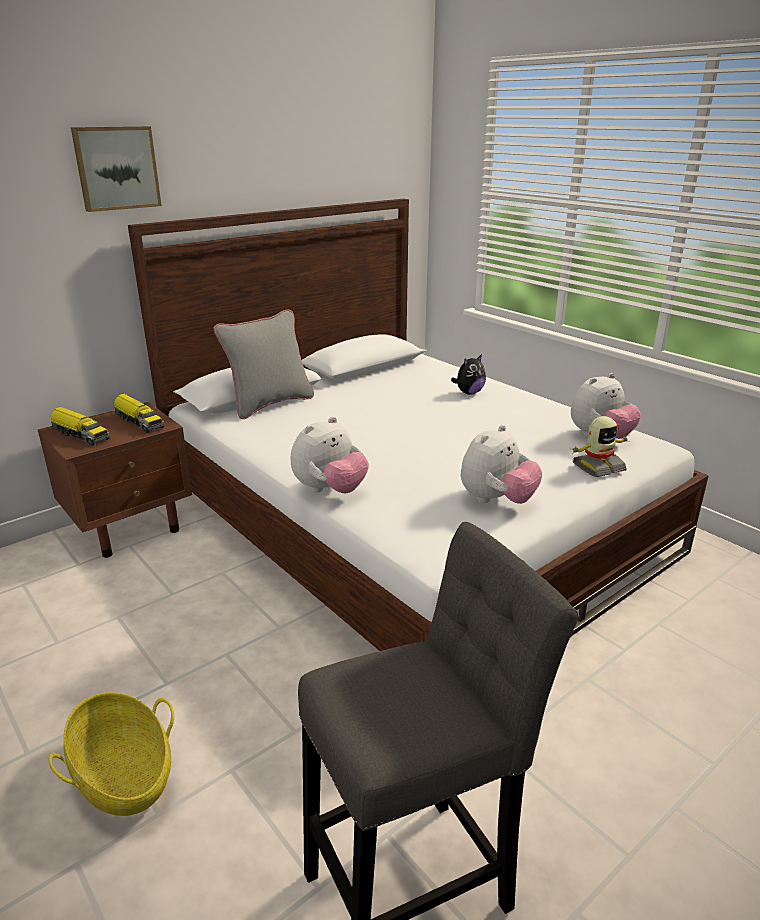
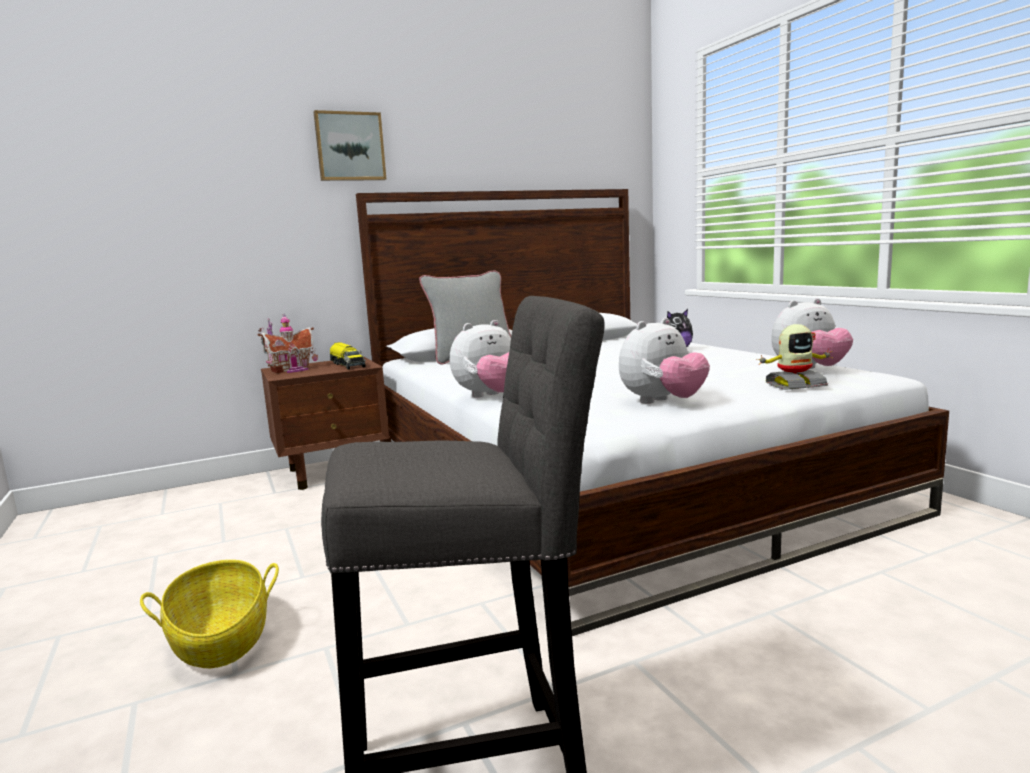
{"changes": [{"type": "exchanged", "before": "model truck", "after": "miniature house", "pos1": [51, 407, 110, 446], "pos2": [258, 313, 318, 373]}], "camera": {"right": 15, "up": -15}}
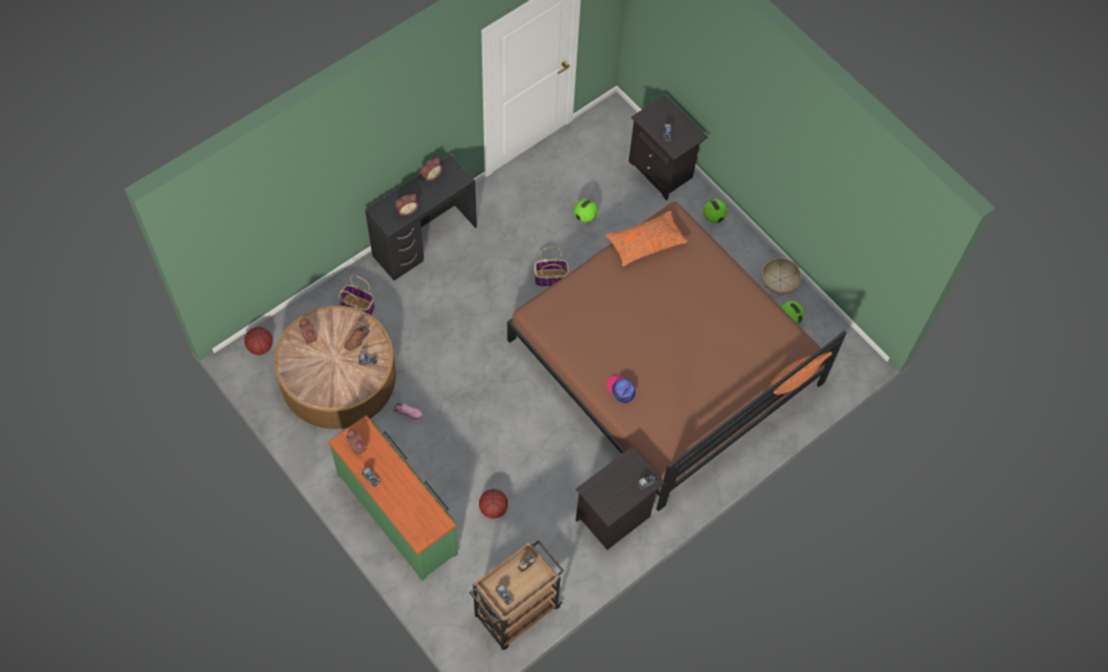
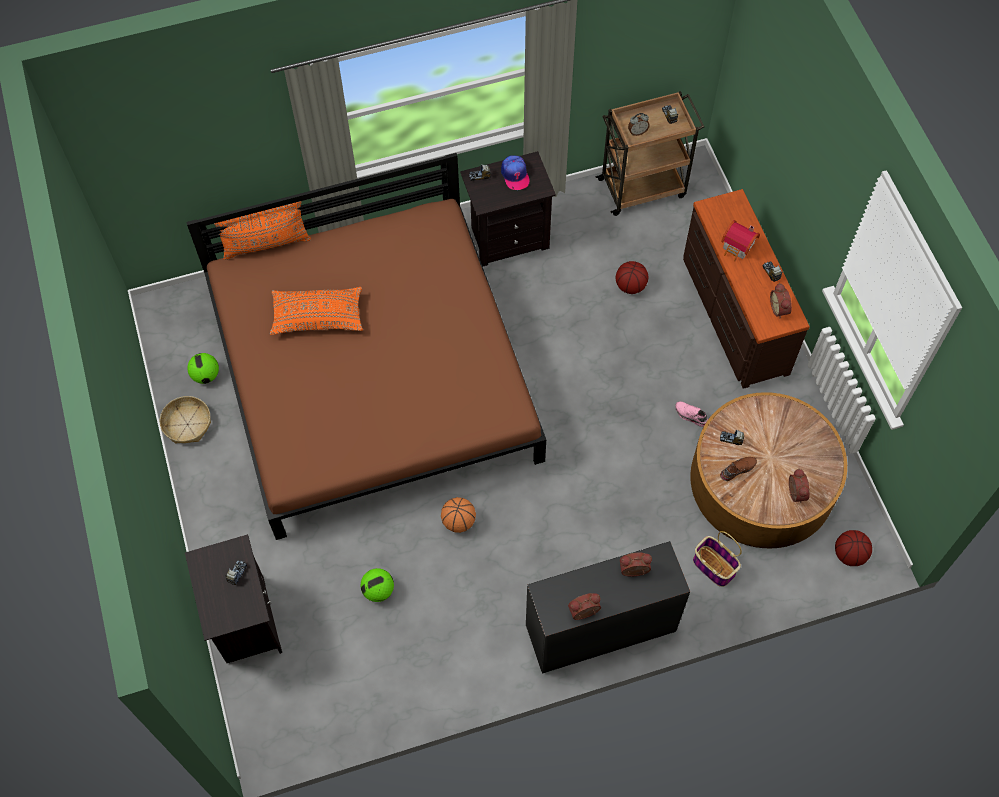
{"changes": [{"type": "missing", "before": "football", "pos1": [703, 199, 727, 223]}, {"type": "appeared", "after": "miniature house", "pos2": [721, 220, 760, 262]}, {"type": "relocated", "before": "orangey throw pillow", "pos1": [606, 211, 688, 266], "pos2": [270, 287, 363, 335]}, {"type": "relocated", "before": "peaked cap", "pos1": [606, 375, 635, 403], "pos2": [501, 155, 530, 190]}, {"type": "exchanged", "before": "basket", "after": "basketball ball", "pos1": [534, 247, 569, 287], "pos2": [441, 497, 476, 533]}, {"type": "colour", "before": "green chest of drawers", "after": "brown-coloured chest of drawers", "pos1": [328, 415, 458, 581], "pos2": [683, 189, 810, 389]}], "camera": {"right": -155, "up": 0}}
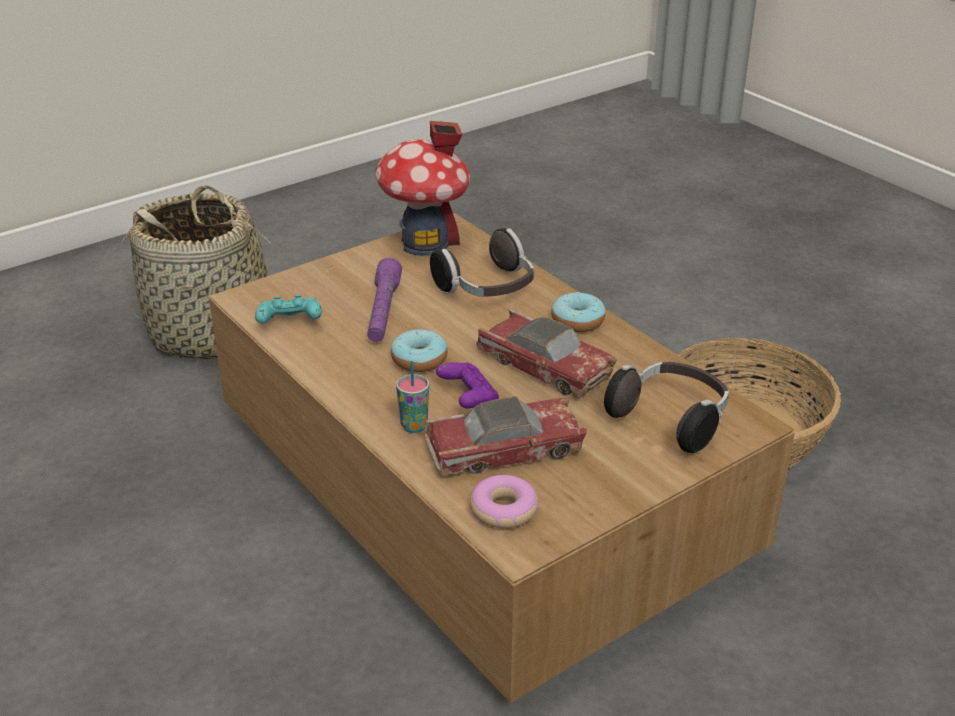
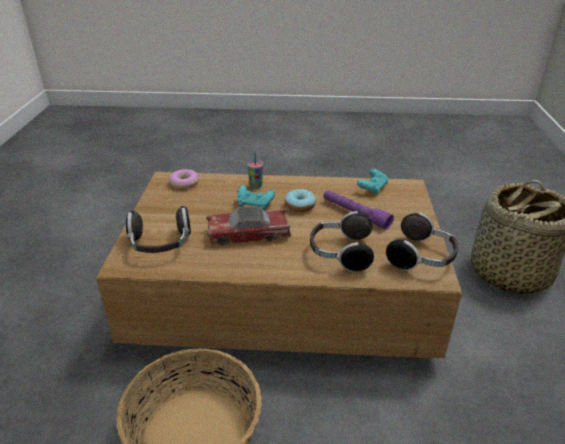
{"changes": [{"type": "missing", "before": "miniature car", "pos1": [425, 396, 587, 476]}, {"type": "missing", "before": "doughnut", "pos1": [551, 292, 605, 332]}, {"type": "exchanged", "before": "miniature house", "after": "headset", "pos1": [375, 121, 470, 256], "pos2": [386, 213, 458, 271]}, {"type": "colour", "before": "purplish game controller", "after": "blue-green game controller", "pos1": [436, 362, 499, 408], "pos2": [237, 186, 275, 210]}], "camera": {"right": 130, "up": 0}}
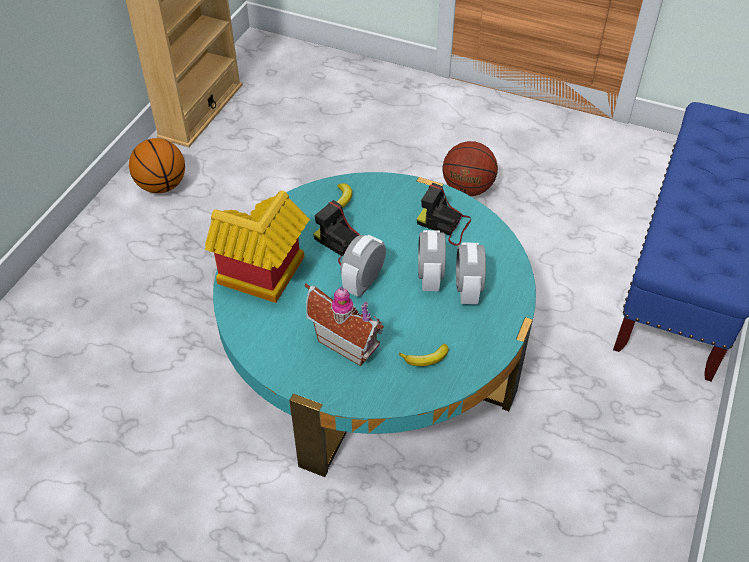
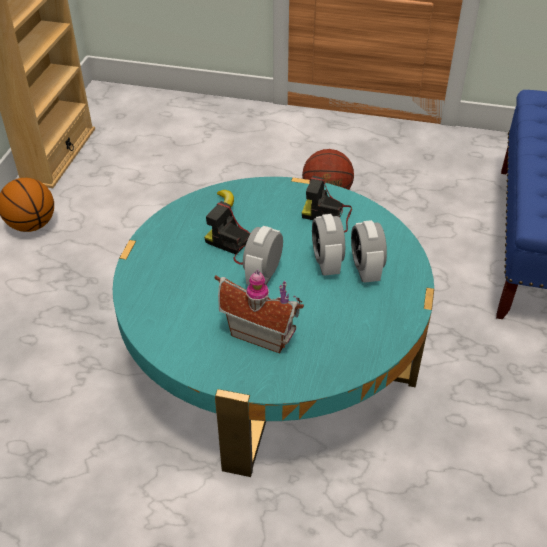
{"changes": [{"type": "missing", "before": "miniature house", "pos1": [205, 190, 310, 303]}, {"type": "missing", "before": "banana", "pos1": [399, 344, 449, 366]}], "camera": {"right": -10, "up": -5}}
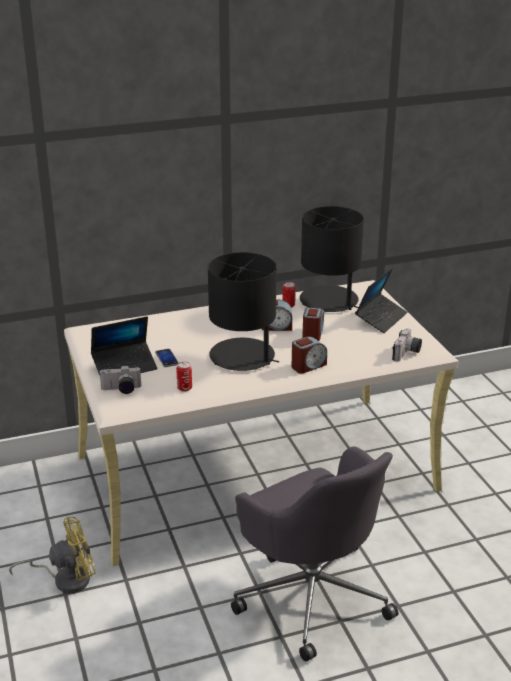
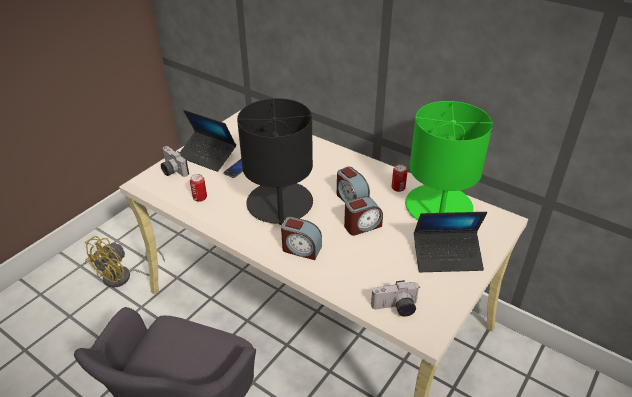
{"changes": [{"type": "colour", "before": "blackish table lamp", "after": "green table lamp", "pos1": [300, 206, 364, 312], "pos2": [405, 101, 493, 220]}, {"type": "spun", "before": "yellowish cooling fan", "pos1": [9, 517, 96, 593], "pos2": [85, 236, 165, 288], "turn": 90}], "camera": {"right": 55, "up": 10}}
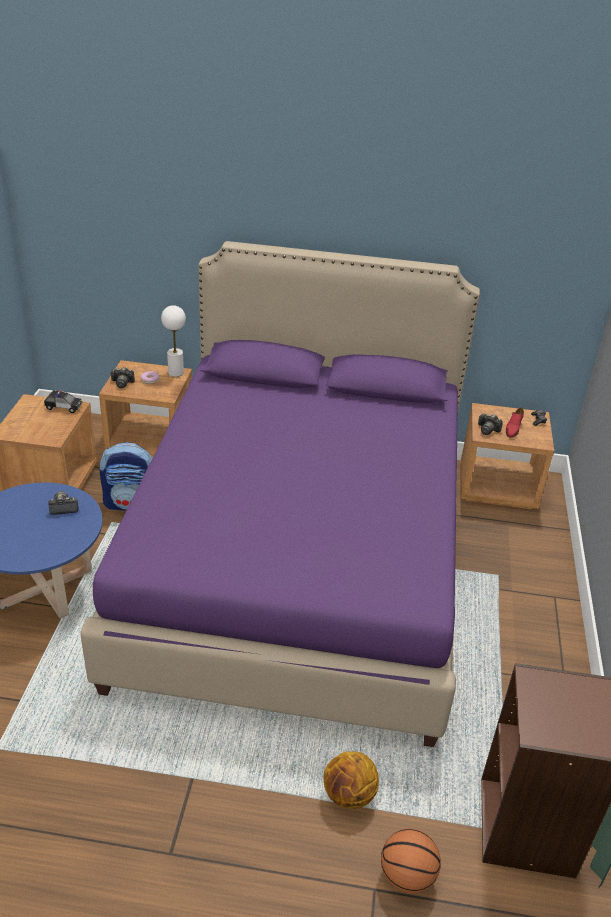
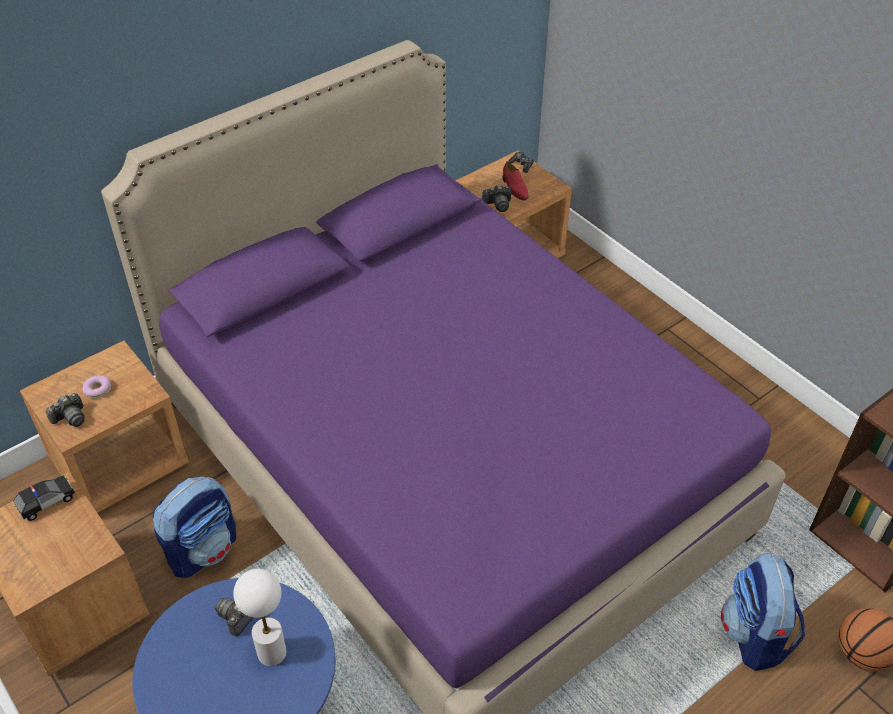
{"changes": [{"type": "relocated", "before": "whitish table lamp", "pos1": [161, 305, 186, 377], "pos2": [233, 569, 287, 666]}, {"type": "exchanged", "before": "basketball ball", "after": "rucksack", "pos1": [324, 751, 379, 809], "pos2": [721, 553, 805, 671]}], "camera": {"right": -45, "up": 10}}
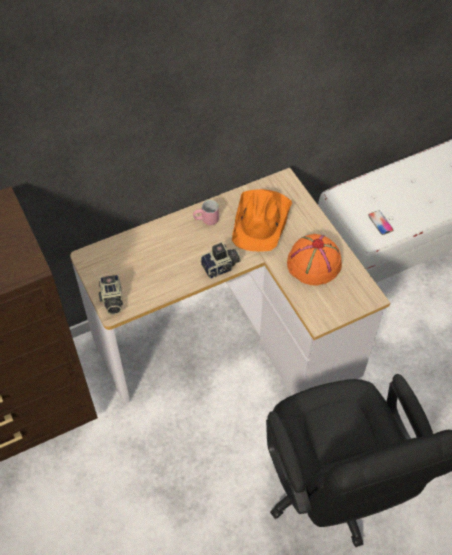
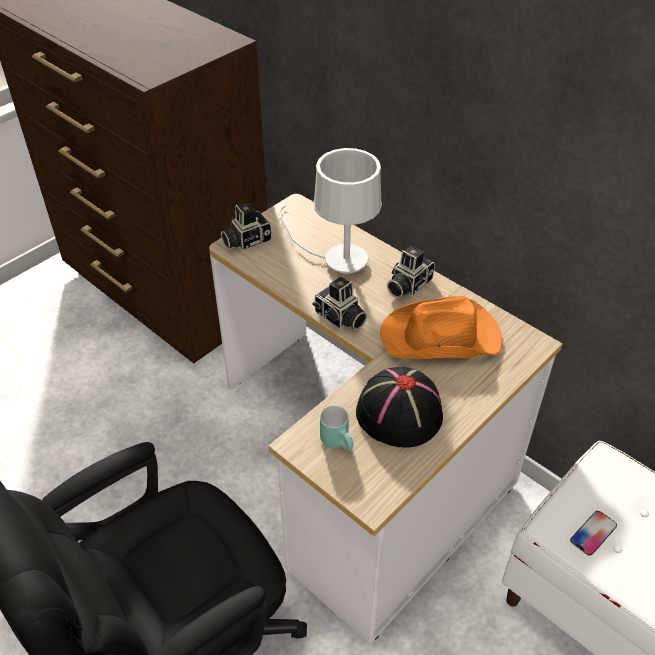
{"changes": [{"type": "appeared", "after": "whitish table lamp", "pos2": [279, 148, 382, 274]}, {"type": "appeared", "after": "blue-green tea mug", "pos2": [320, 406, 353, 451]}, {"type": "exchanged", "before": "pink-coloured tea mug", "after": "photo camera", "pos1": [193, 200, 219, 225], "pos2": [387, 246, 435, 298]}, {"type": "colour", "before": "orangey hat", "after": "blackish hat", "pos1": [287, 234, 342, 286], "pos2": [356, 367, 443, 448]}], "camera": {"right": 70, "up": -10}}
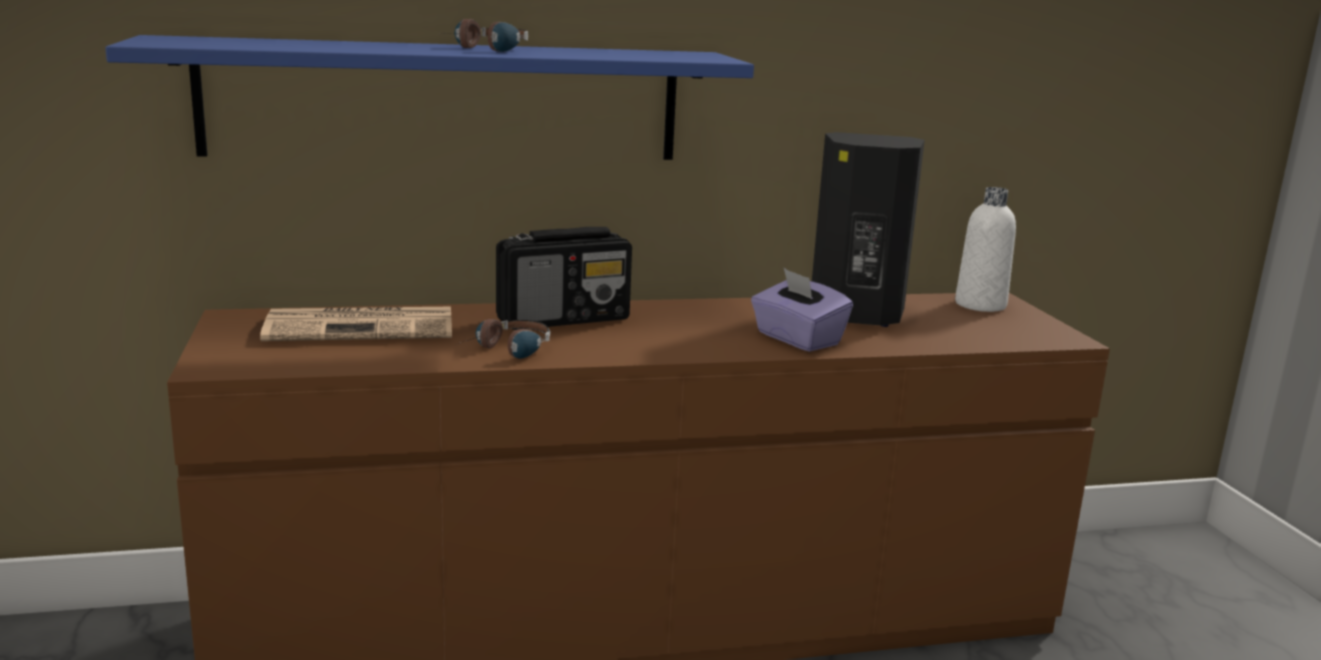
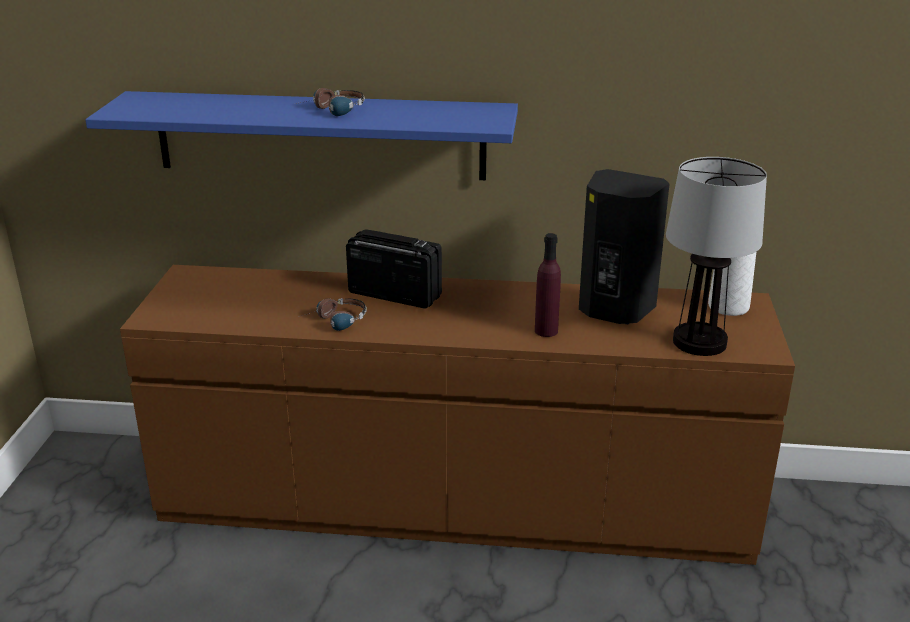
{"changes": [{"type": "missing", "before": "newspaper", "pos1": [260, 307, 452, 341]}, {"type": "appeared", "after": "table lamp", "pos2": [666, 157, 767, 356]}, {"type": "exchanged", "before": "purplish box of tissues", "after": "purplish bottle", "pos1": [751, 268, 853, 352], "pos2": [535, 233, 561, 337]}, {"type": "spun", "before": "radio receiver", "pos1": [496, 227, 632, 330], "pos2": [346, 229, 442, 309], "turn": -150}], "camera": {"right": 20, "up": 10}}
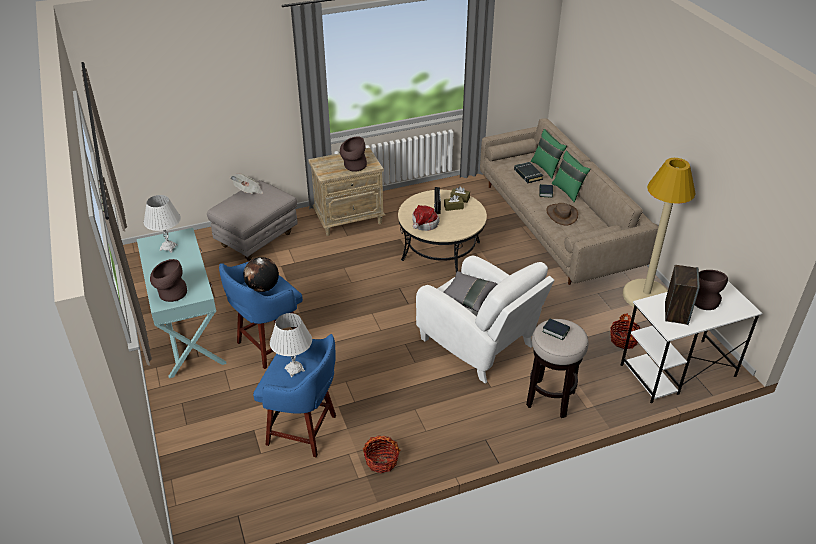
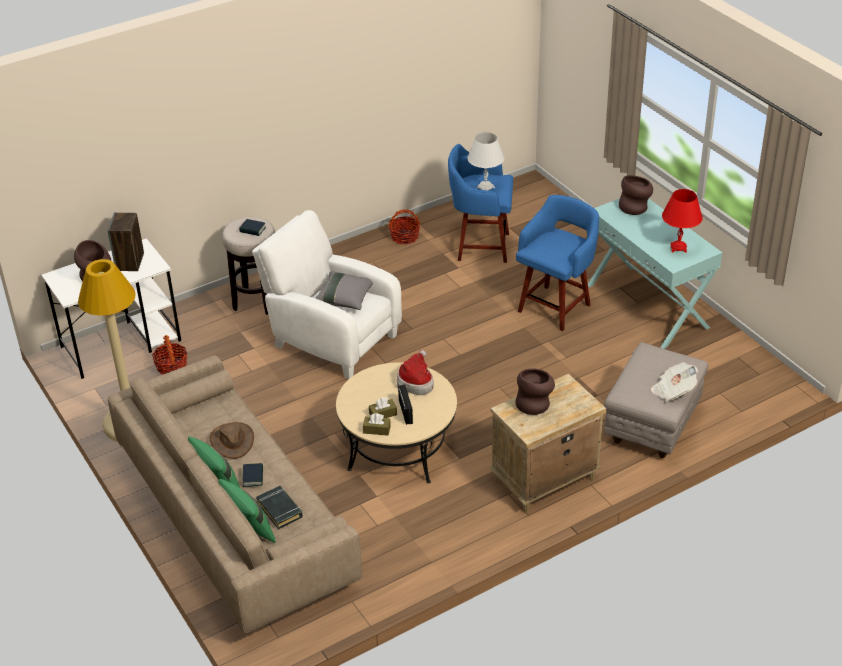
{"changes": [{"type": "missing", "before": "world globe", "pos1": [243, 257, 279, 292]}, {"type": "colour", "before": "whitish table lamp", "after": "red-coloured table lamp", "pos1": [144, 195, 181, 253], "pos2": [662, 189, 703, 253]}], "camera": {"right": 170, "up": 0}}
